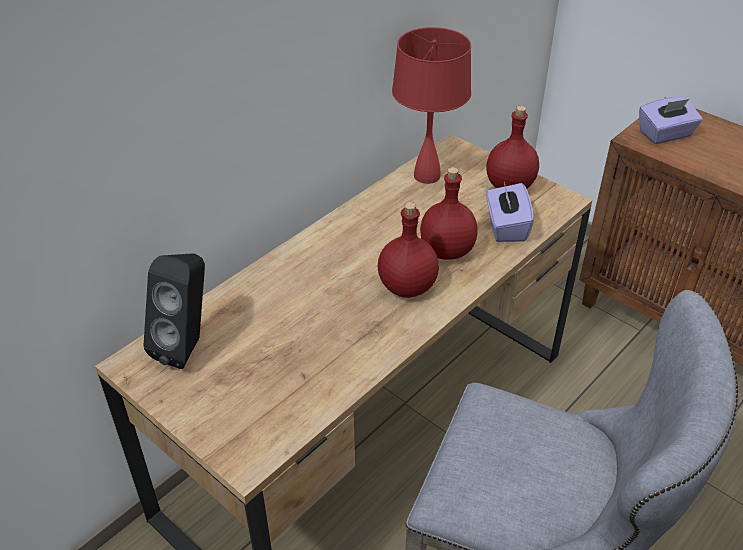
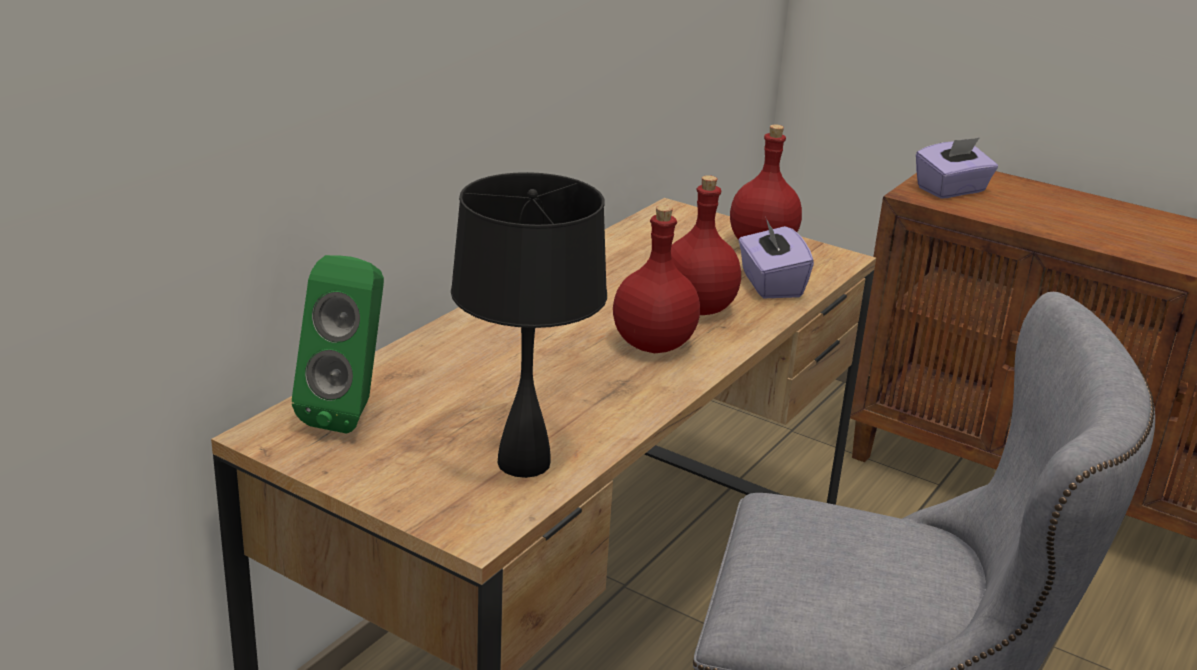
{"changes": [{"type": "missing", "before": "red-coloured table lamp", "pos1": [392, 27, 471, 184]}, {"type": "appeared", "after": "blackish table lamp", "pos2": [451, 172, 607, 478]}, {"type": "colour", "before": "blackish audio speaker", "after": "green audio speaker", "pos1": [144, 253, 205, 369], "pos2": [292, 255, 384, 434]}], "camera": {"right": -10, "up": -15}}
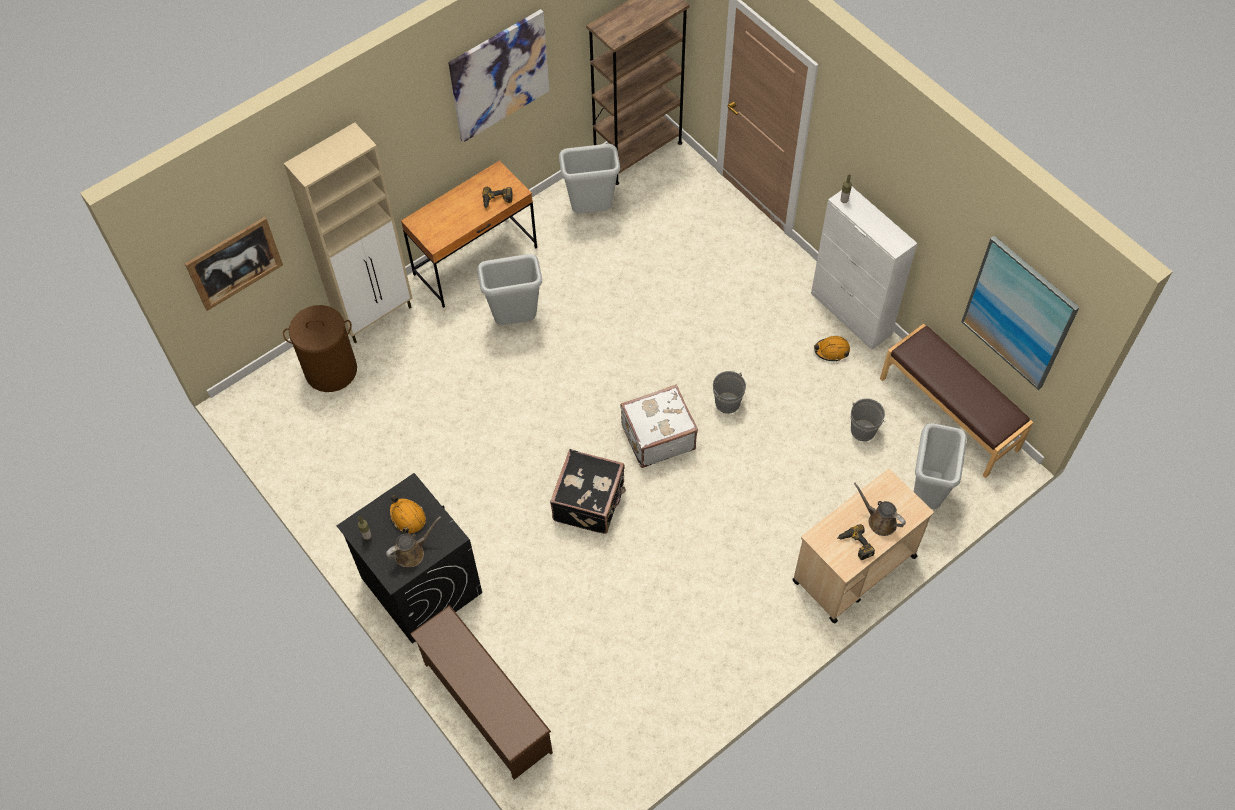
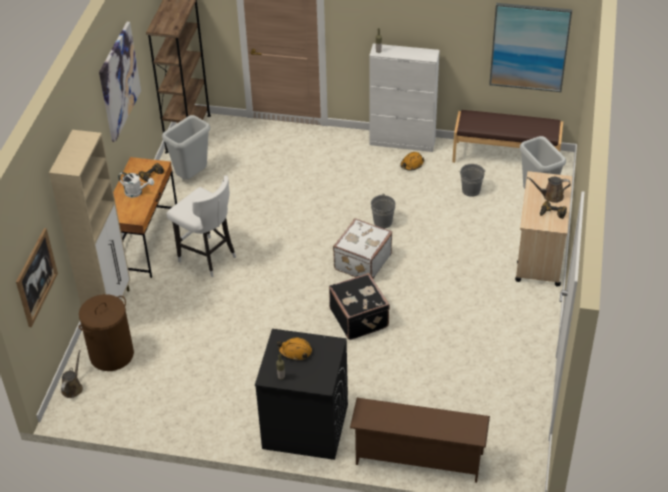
{"changes": [{"type": "appeared", "after": "whitish watering pot", "pos2": [118, 172, 154, 198]}, {"type": "relocated", "before": "brown-coloured watering pot", "pos1": [386, 516, 441, 567], "pos2": [61, 350, 83, 398]}, {"type": "exchanged", "before": "grey waste bin", "after": "whitish sitting stool", "pos1": [477, 254, 542, 325], "pos2": [167, 175, 236, 277]}], "camera": {"right": -40, "up": -15}}
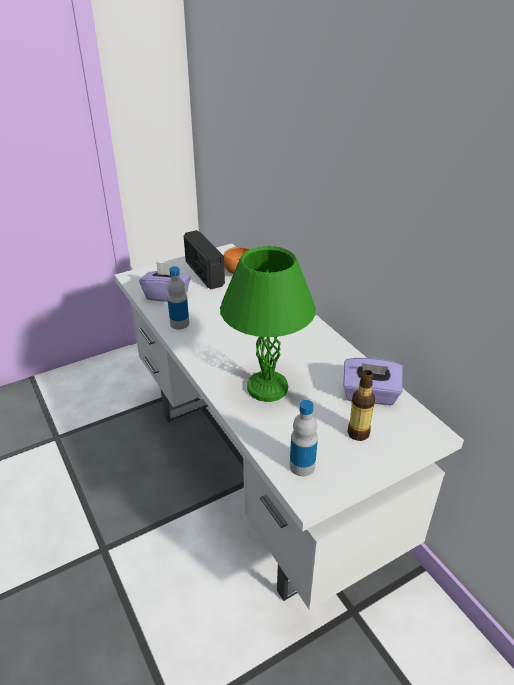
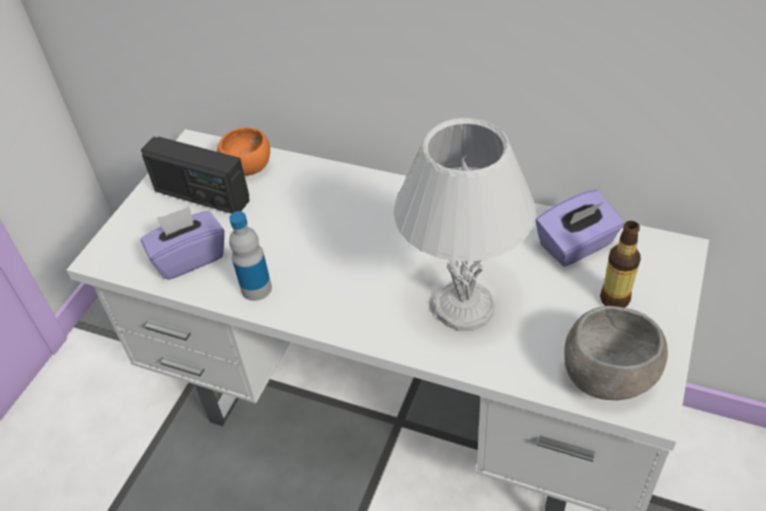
{"changes": [{"type": "exchanged", "before": "bottle", "after": "grey serving bowl", "pos1": [290, 400, 318, 477], "pos2": [564, 306, 668, 401]}, {"type": "colour", "before": "green table lamp", "after": "whitish table lamp", "pos1": [220, 246, 316, 402], "pos2": [394, 118, 536, 331]}], "camera": {"right": -35, "up": 10}}
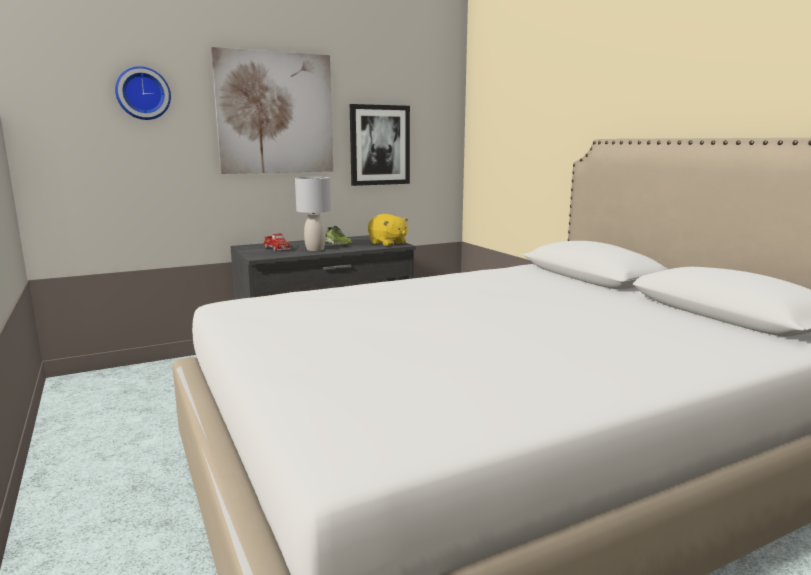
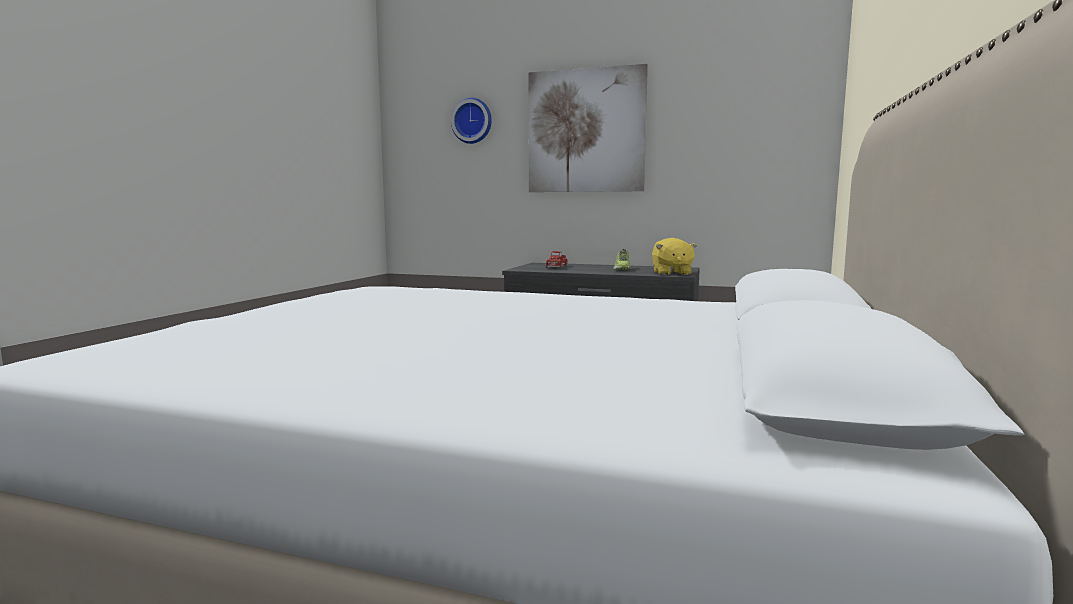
{"changes": [{"type": "missing", "before": "grey table lamp", "pos1": [295, 177, 331, 251]}, {"type": "missing", "before": "picture", "pos1": [350, 104, 410, 186]}], "camera": {"right": 45, "up": -5}}
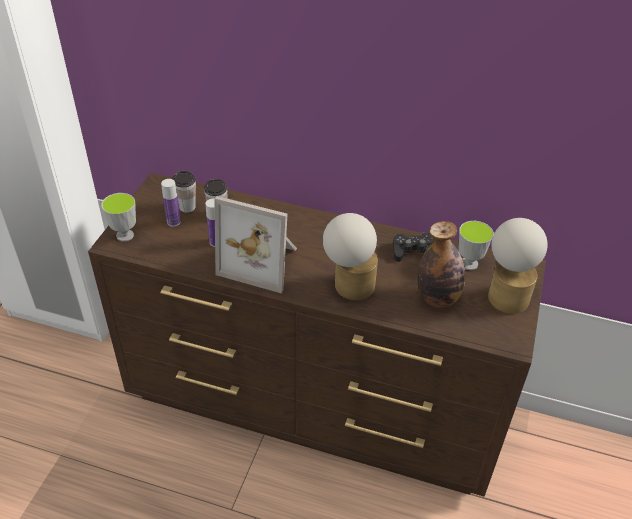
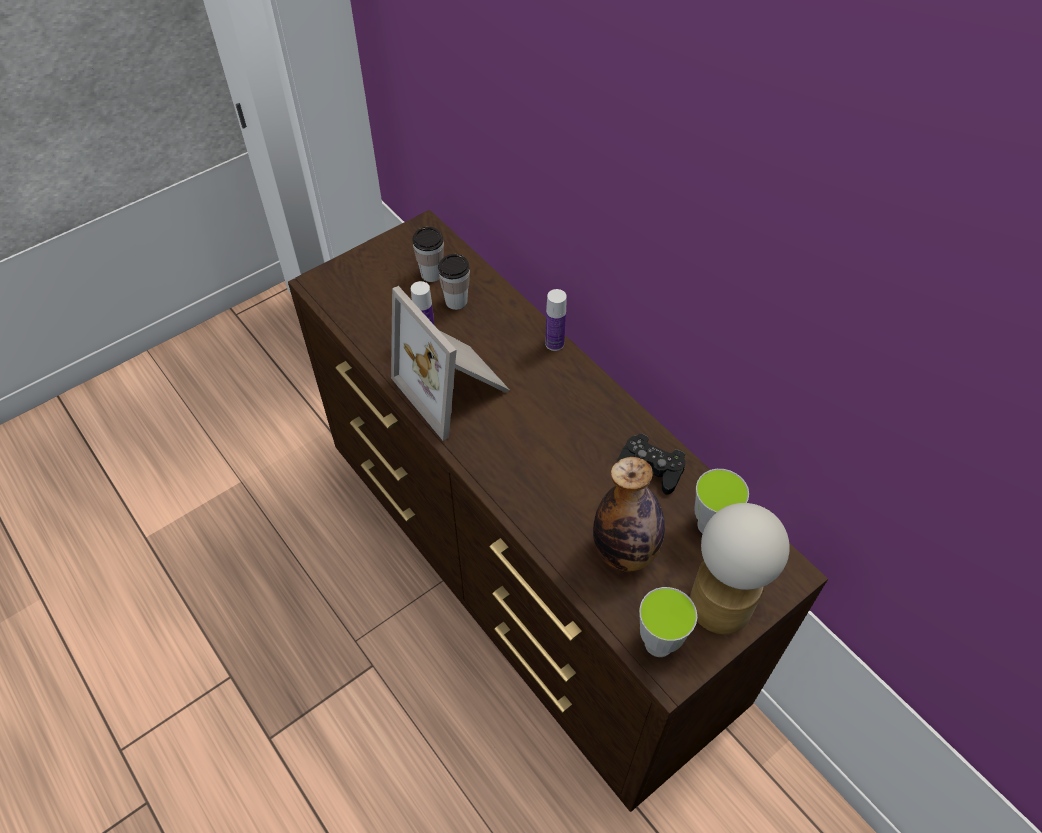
{"changes": [{"type": "missing", "before": "table lamp", "pos1": [323, 213, 378, 300]}, {"type": "relocated", "before": "small cup", "pos1": [101, 193, 136, 242], "pos2": [639, 587, 697, 657]}, {"type": "relocated", "before": "bottle", "pos1": [161, 179, 181, 227], "pos2": [545, 289, 567, 351]}], "camera": {"right": 35, "up": 10}}
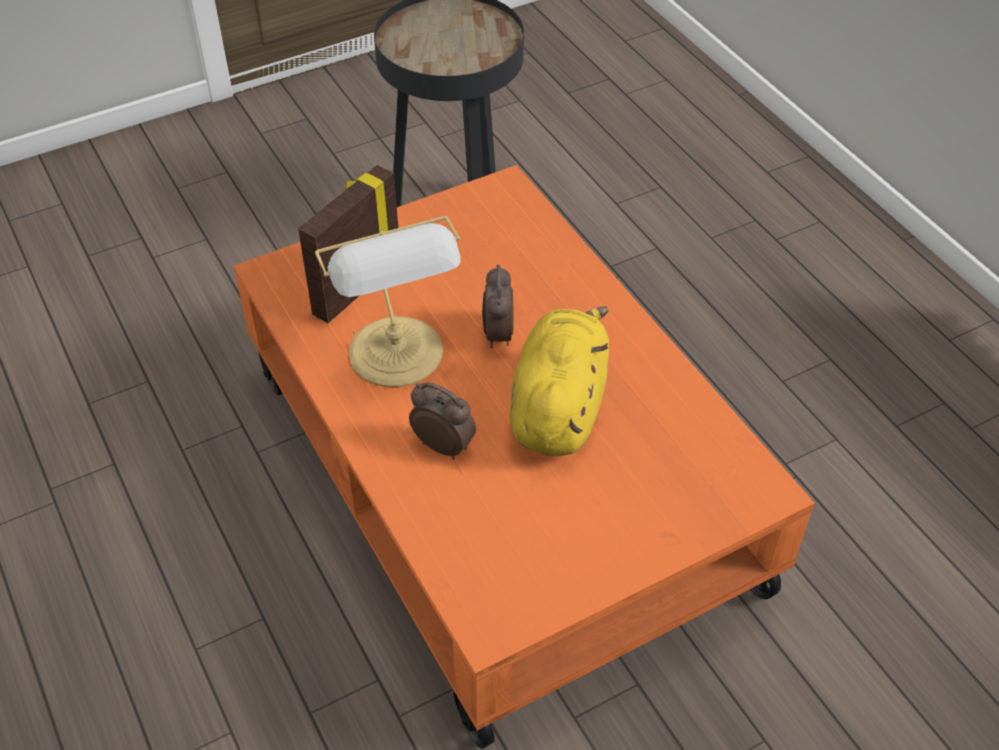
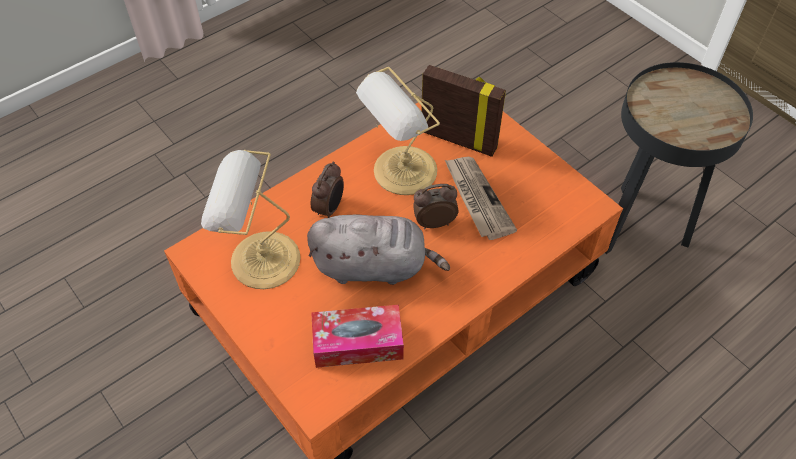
{"changes": [{"type": "appeared", "after": "table lamp", "pos2": [201, 150, 301, 289]}, {"type": "appeared", "after": "box of tissues", "pos2": [311, 305, 404, 368]}, {"type": "appeared", "after": "newspaper", "pos2": [445, 157, 517, 240]}, {"type": "colour", "before": "yellowish cuddly toy", "after": "grey cuddly toy", "pos1": [509, 306, 609, 456], "pos2": [307, 215, 450, 285]}], "camera": {"right": 80, "up": 5}}
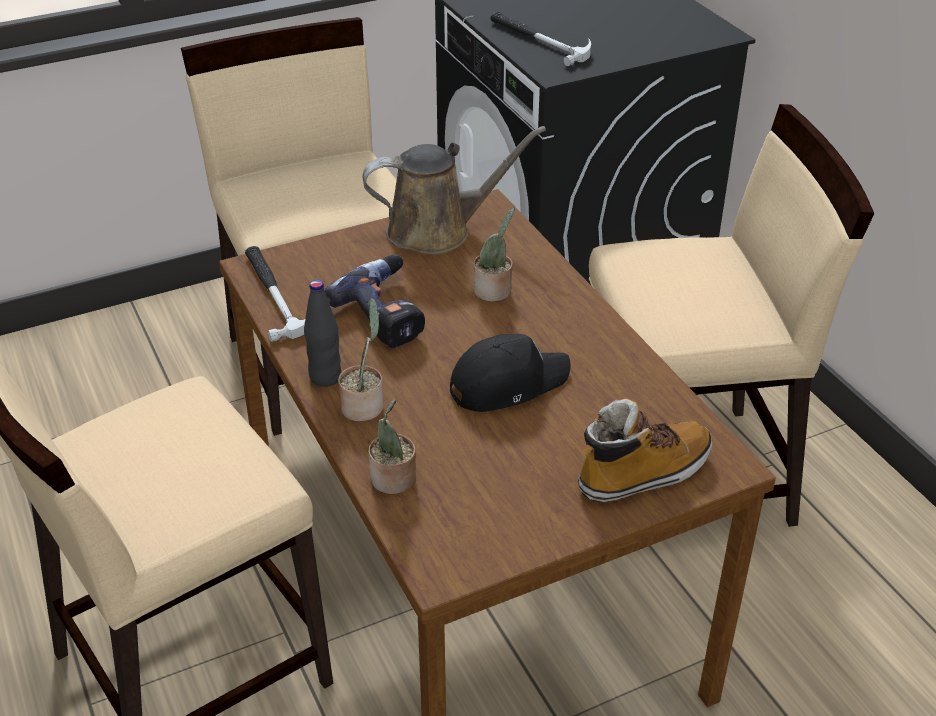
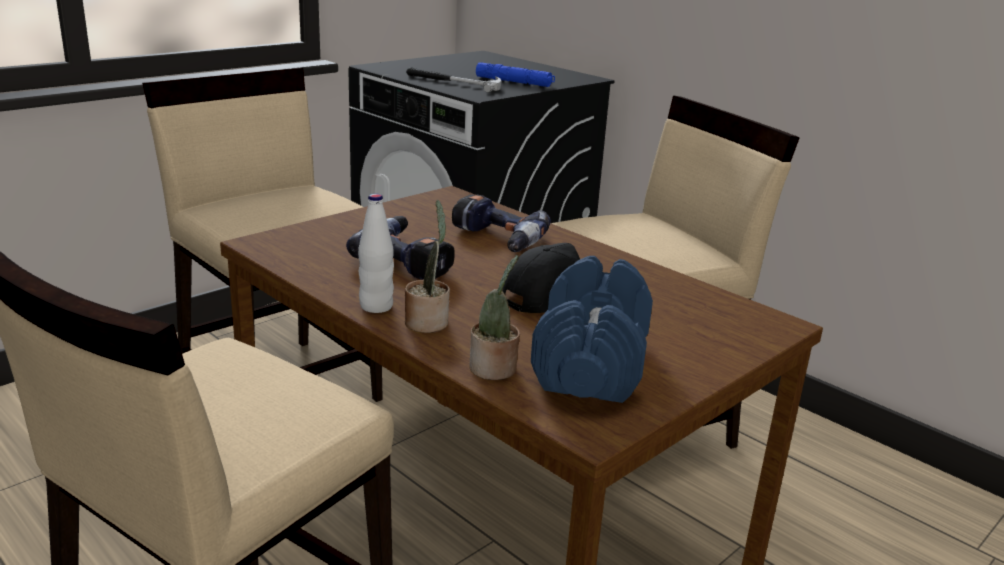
{"changes": [{"type": "missing", "before": "hammer", "pos1": [245, 246, 305, 342]}, {"type": "missing", "before": "brown-coloured watering pot", "pos1": [362, 126, 546, 255]}, {"type": "missing", "before": "tall boot", "pos1": [578, 398, 712, 502]}, {"type": "appeared", "after": "blue-coloured torch", "pos2": [476, 62, 555, 87]}, {"type": "appeared", "after": "blue-coloured free weight", "pos2": [531, 256, 653, 403]}, {"type": "exchanged", "before": "potted plant", "after": "drill", "pos1": [473, 207, 515, 302], "pos2": [452, 194, 551, 252]}, {"type": "colour", "before": "blackish bottle", "after": "whitish bottle", "pos1": [304, 280, 342, 387], "pos2": [358, 193, 394, 313]}], "camera": {"right": -20, "up": -15}}
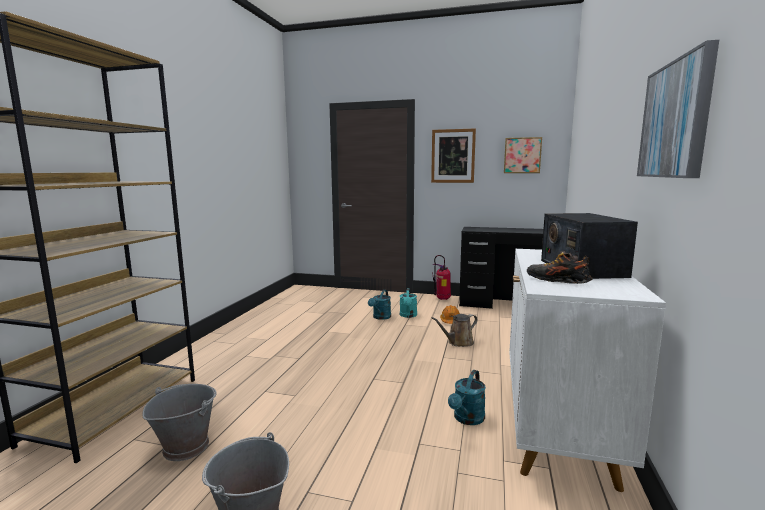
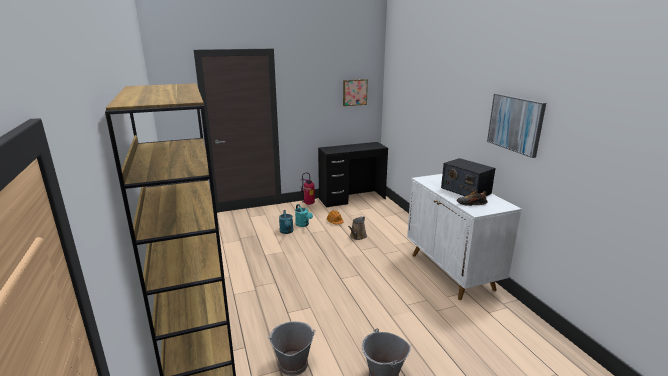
{"changes": [{"type": "missing", "before": "picture", "pos1": [431, 128, 476, 183]}, {"type": "missing", "before": "blue-green watering pot", "pos1": [448, 370, 486, 425]}], "camera": {"right": -35, "up": 10}}
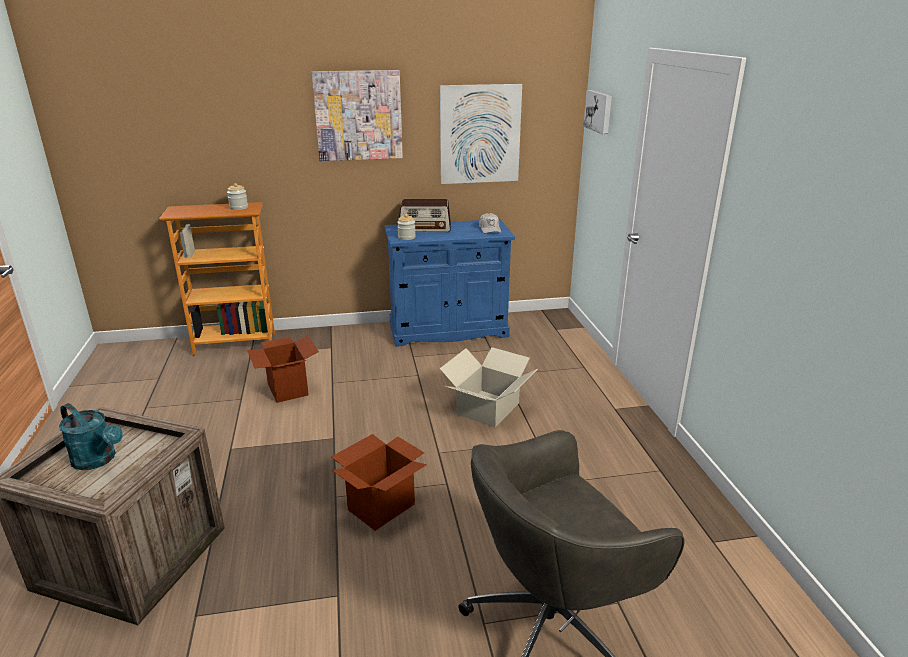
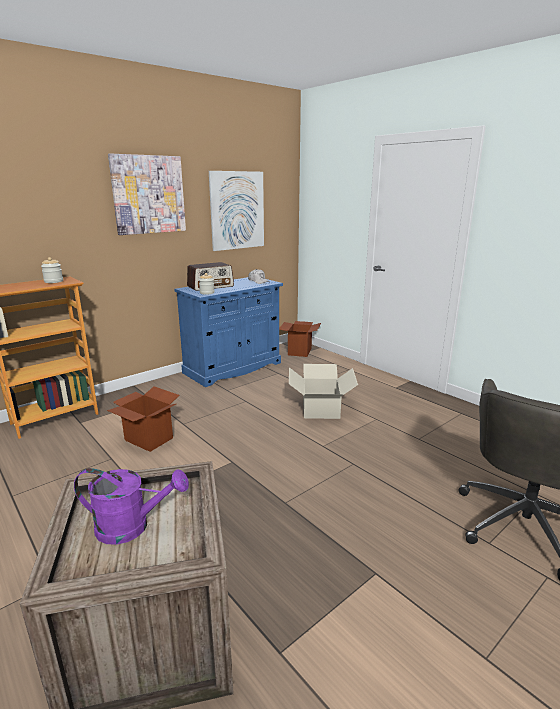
{"changes": [{"type": "missing", "before": "picture", "pos1": [583, 90, 612, 135]}, {"type": "relocated", "before": "packing box", "pos1": [331, 434, 427, 531], "pos2": [279, 321, 321, 357]}, {"type": "colour", "before": "blue-green watering pot", "after": "purplish watering pot", "pos1": [59, 403, 123, 470], "pos2": [74, 468, 189, 545]}], "camera": {"right": -30, "up": -5}}
